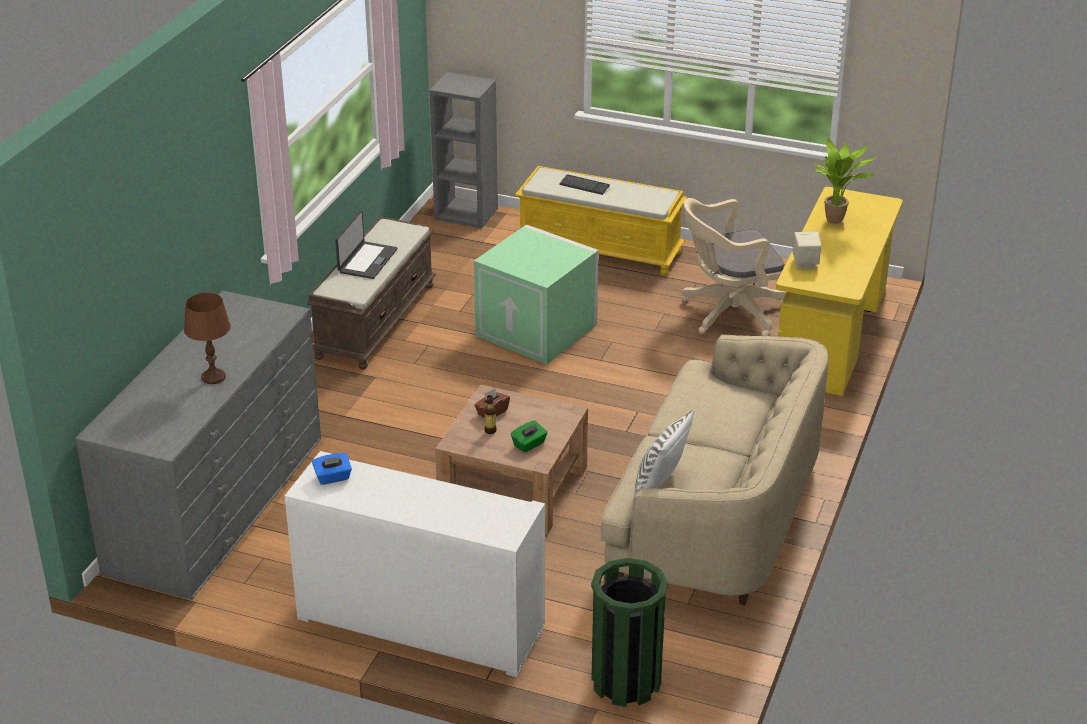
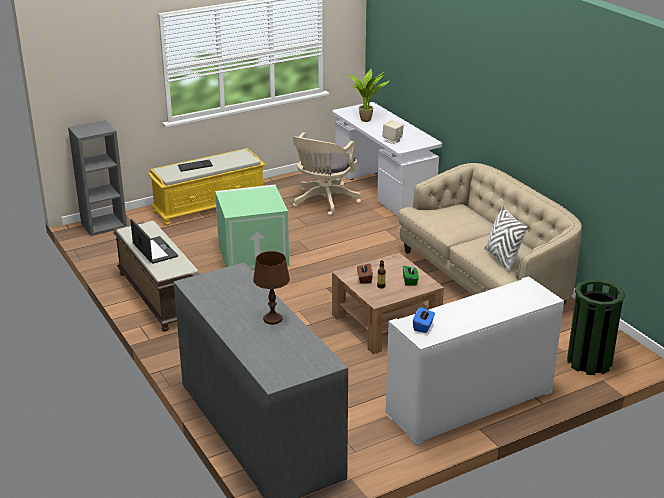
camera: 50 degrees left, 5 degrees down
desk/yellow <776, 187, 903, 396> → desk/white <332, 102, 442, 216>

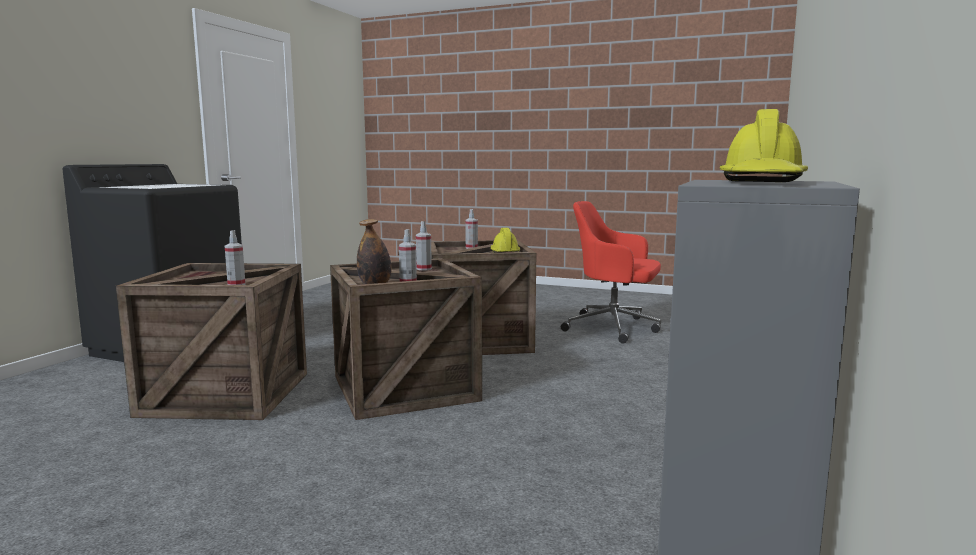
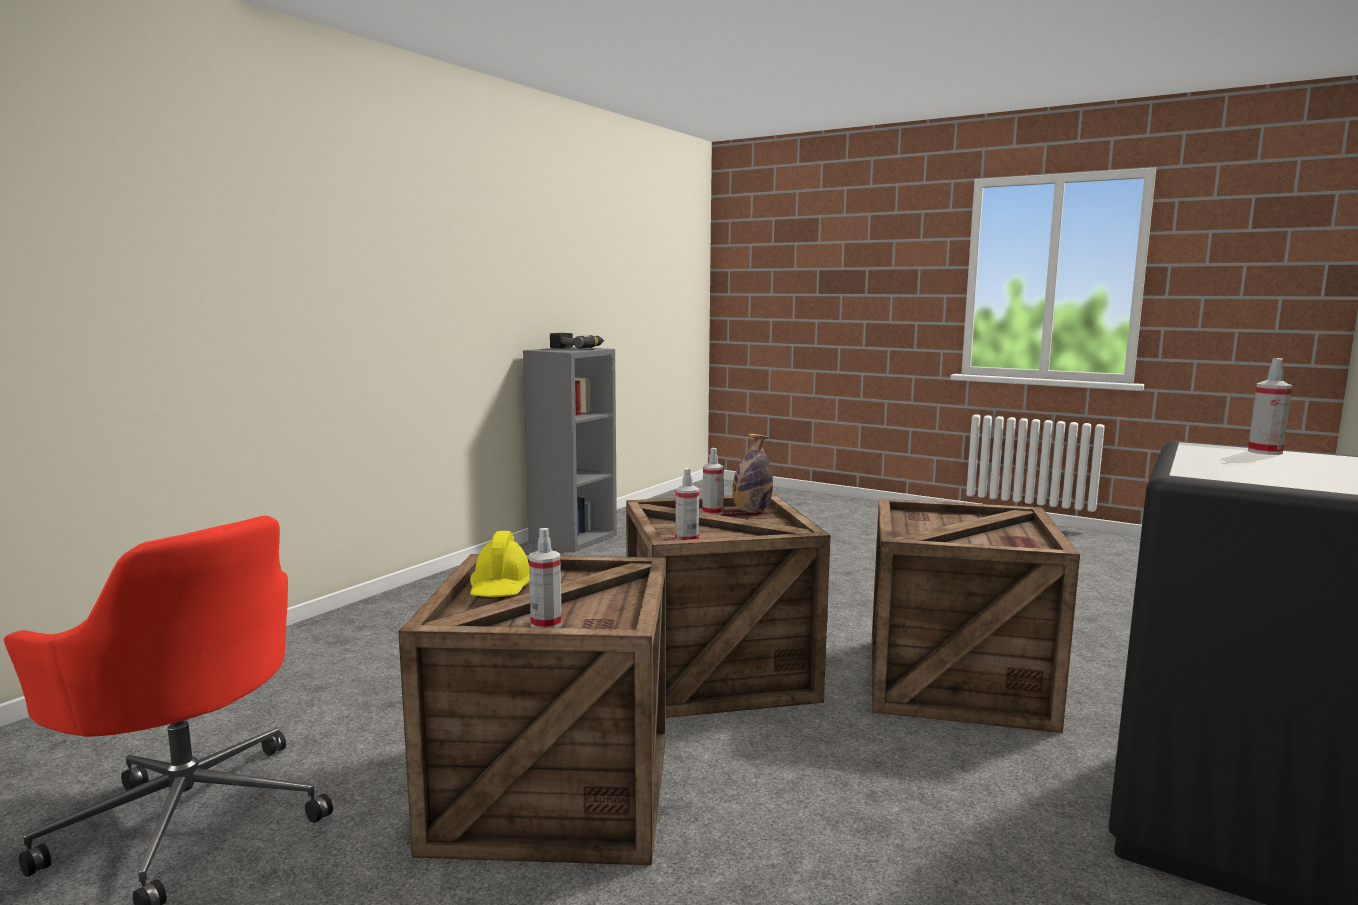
camera: 170 degrees left, 0 degrees up
hard hat/yellow <720, 109, 808, 182> → power drill <550, 333, 604, 349>
spray bottle <225, 230, 246, 285> → spray bottle <1248, 358, 1292, 455>, relocated

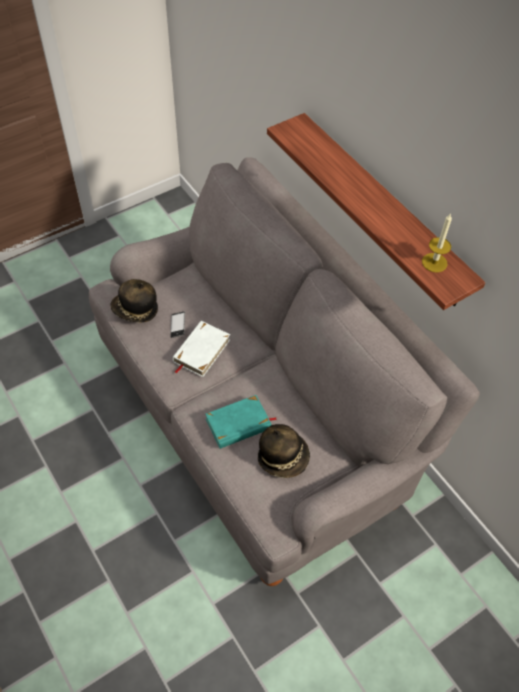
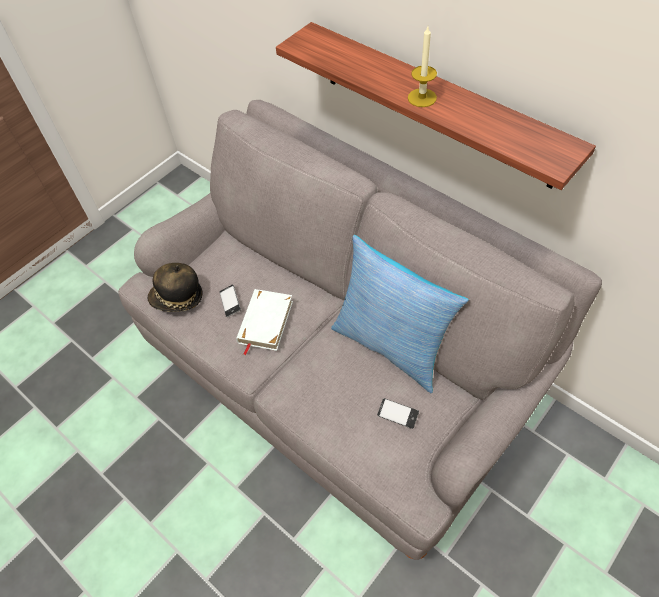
camera: 10 degrees left, 0 degrees up
- → pillow <331, 235, 469, 393>
hat <258, 424, 310, 478> → phone <377, 398, 419, 429>
candle <422, 213, 452, 273> → candle <408, 27, 437, 107>, relocated
book/turquoise <206, 395, 277, 449> → -

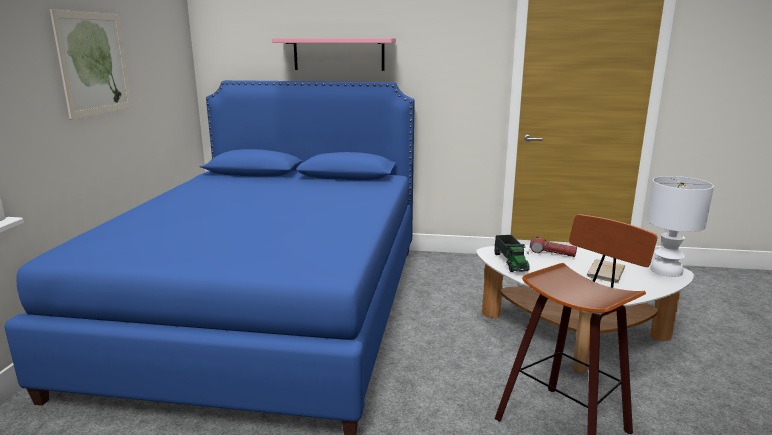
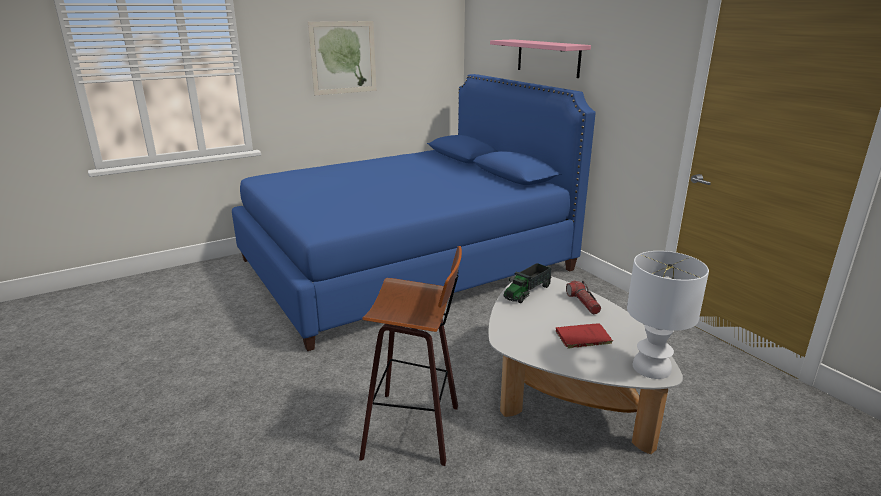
camera: 50 degrees right, 5 degrees up
book/beige <587, 259, 625, 283> → book/red <556, 323, 613, 349>

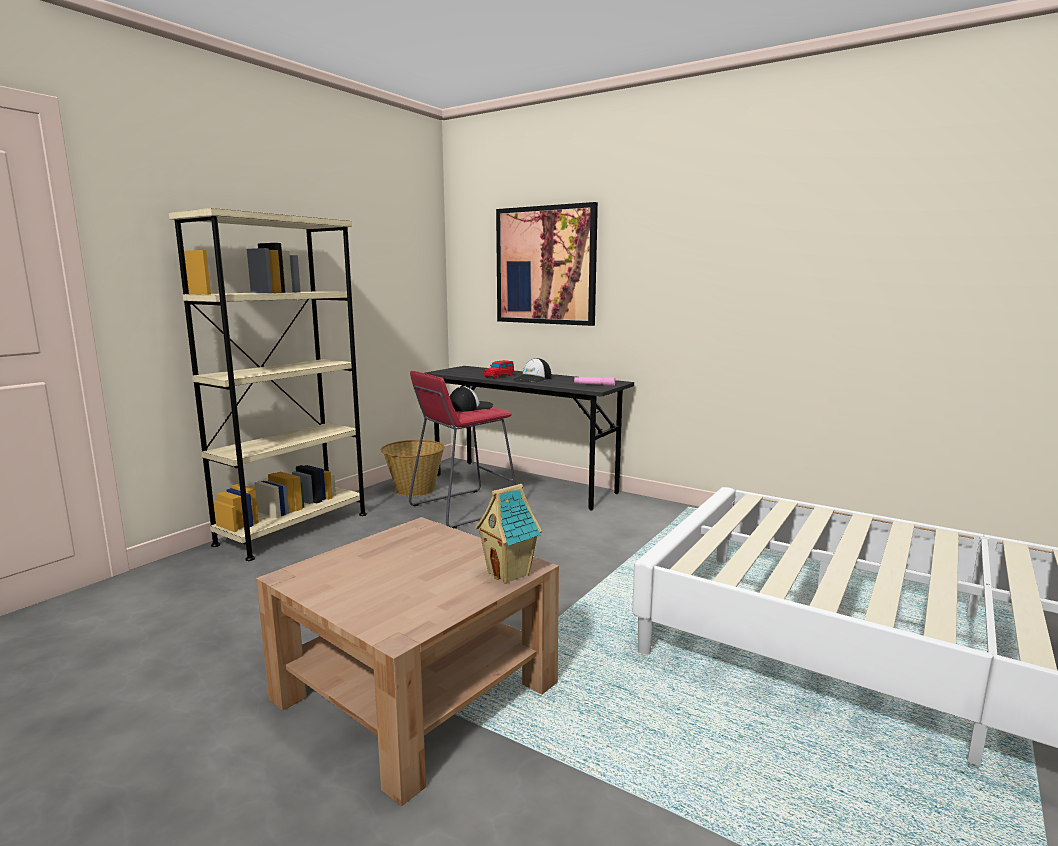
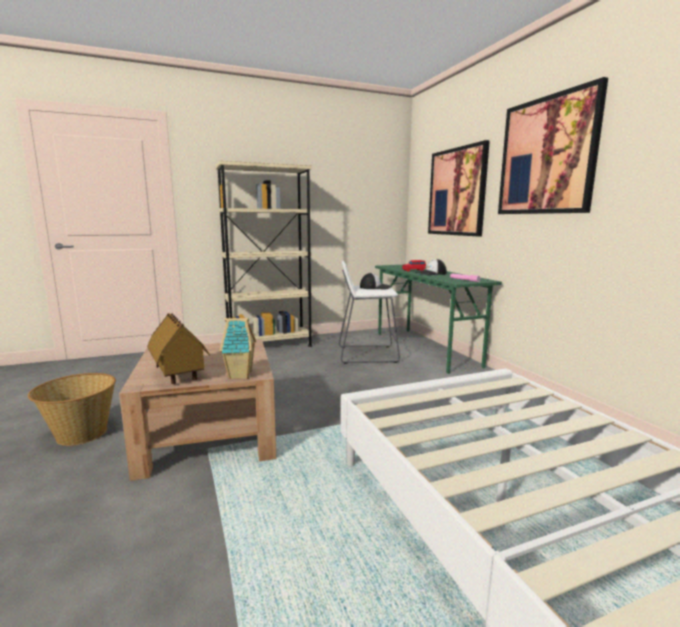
camera: 35 degrees right, 0 degrees up
basket <381, 440, 445, 497> → basket <28, 373, 116, 446>, relocated
- → toy house <147, 313, 210, 384>
stool/red <409, 371, 516, 529> → stool/white <339, 260, 400, 364>
desk/grey <425, 366, 634, 510> → desk/green <375, 265, 502, 374>
- → picture <498, 77, 608, 214>

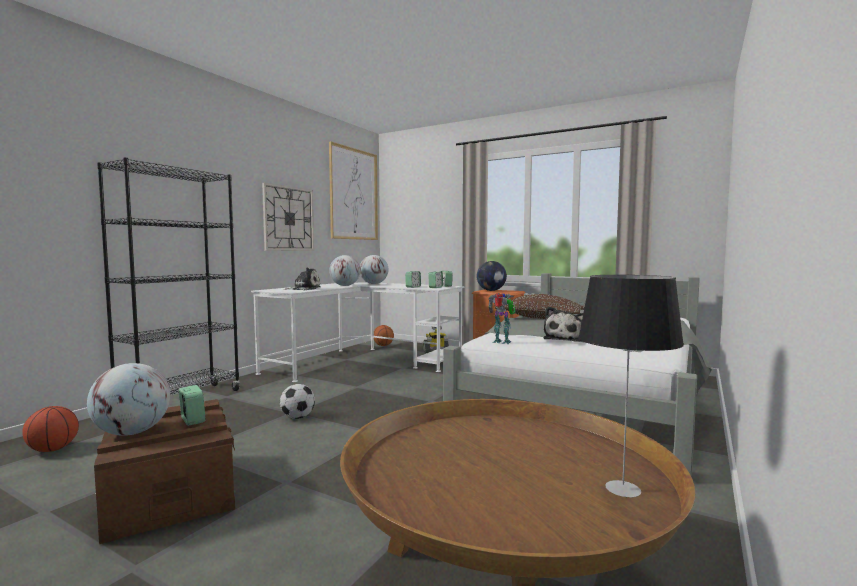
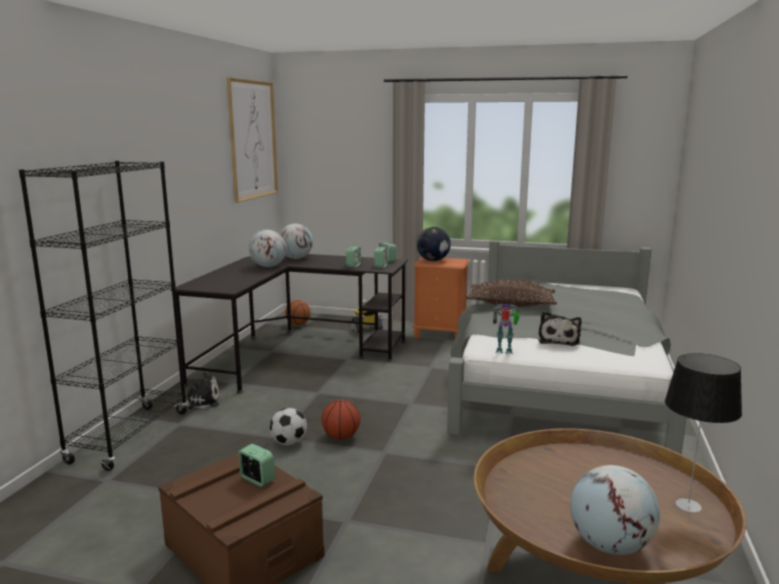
camera: 15 degrees left, 10 degrees up
desk/white <251, 282, 465, 382> → desk/black <171, 254, 408, 394>
plush toy <284, 267, 321, 290> → plush toy <173, 372, 219, 409>, relocated
basketball <22, 406, 79, 452> → basketball <321, 400, 361, 440>, relocated
globe <87, 363, 170, 436> → globe <570, 465, 660, 555>, relocated
wall clock <262, 183, 314, 251> → -

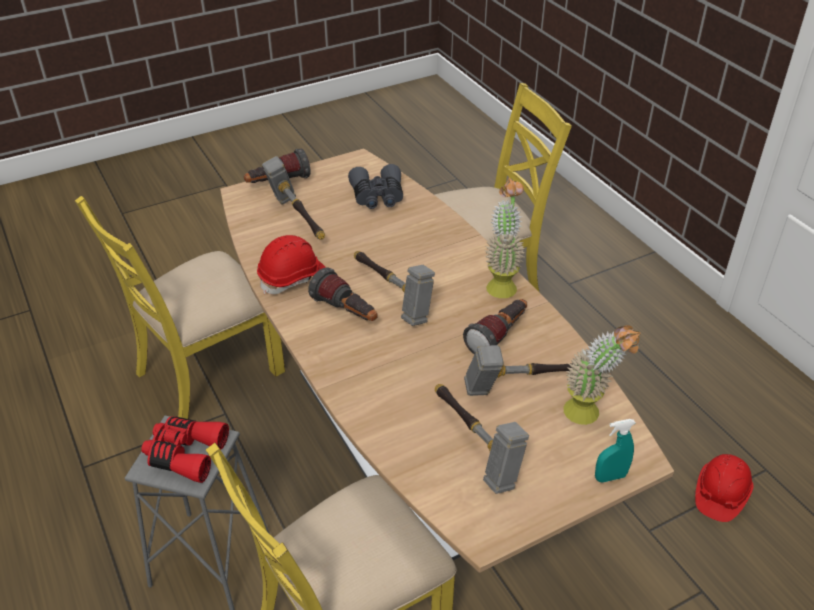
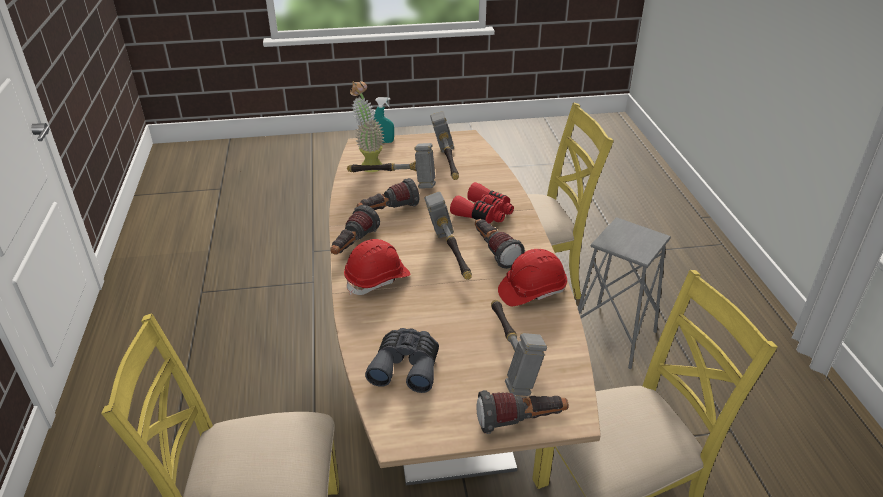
camera: 160 degrees left, 5 degrees down
potted plant <485, 178, 525, 298> → flashlight <330, 205, 380, 255>
hard hat/red <695, 454, 753, 522> → hard hat/red <344, 239, 410, 295>, relocated
binoculars/red <141, 416, 229, 483> → binoculars/red <450, 182, 514, 224>, relocated

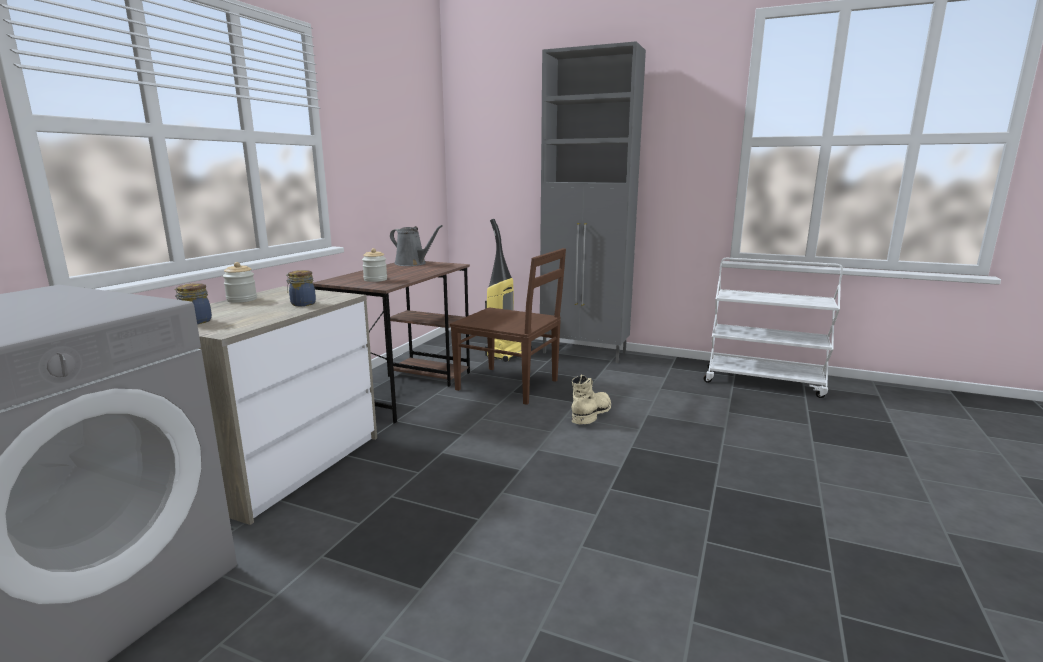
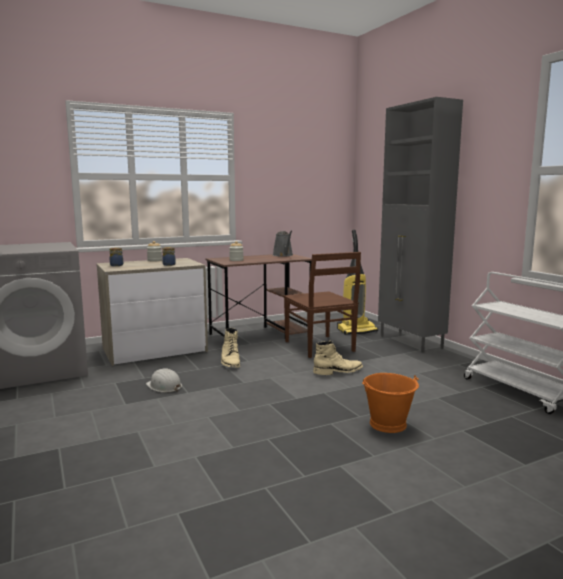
camera: 40 degrees right, 5 degrees down
- → hard hat/white <146, 368, 182, 393>
- → boot/beige <221, 328, 240, 368>
- → bucket/orange <362, 373, 419, 433>

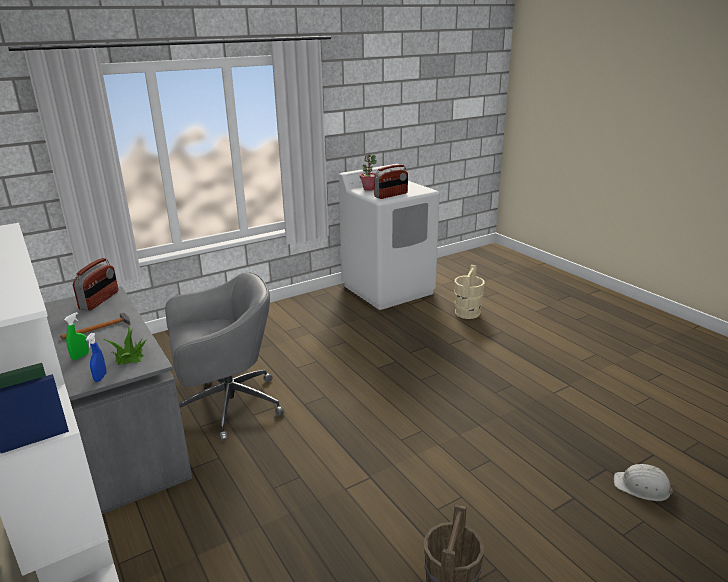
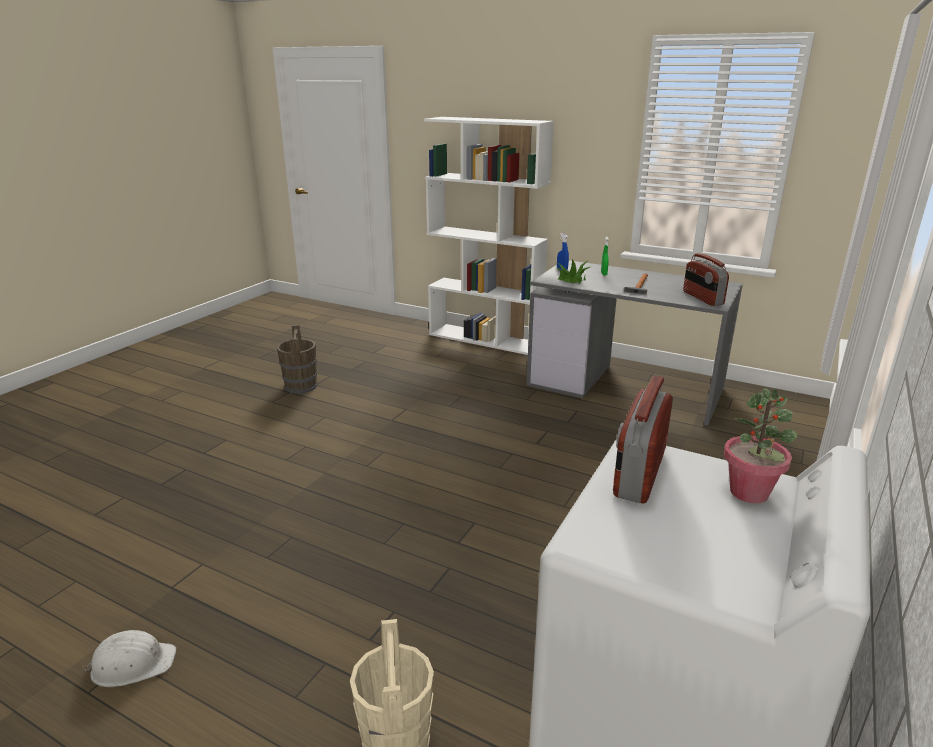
camera: 150 degrees right, 0 degrees up
hard hat/white <614, 464, 676, 501> → hard hat/white <83, 630, 176, 687>, relocated
office chair/grey <165, 272, 284, 442> → -

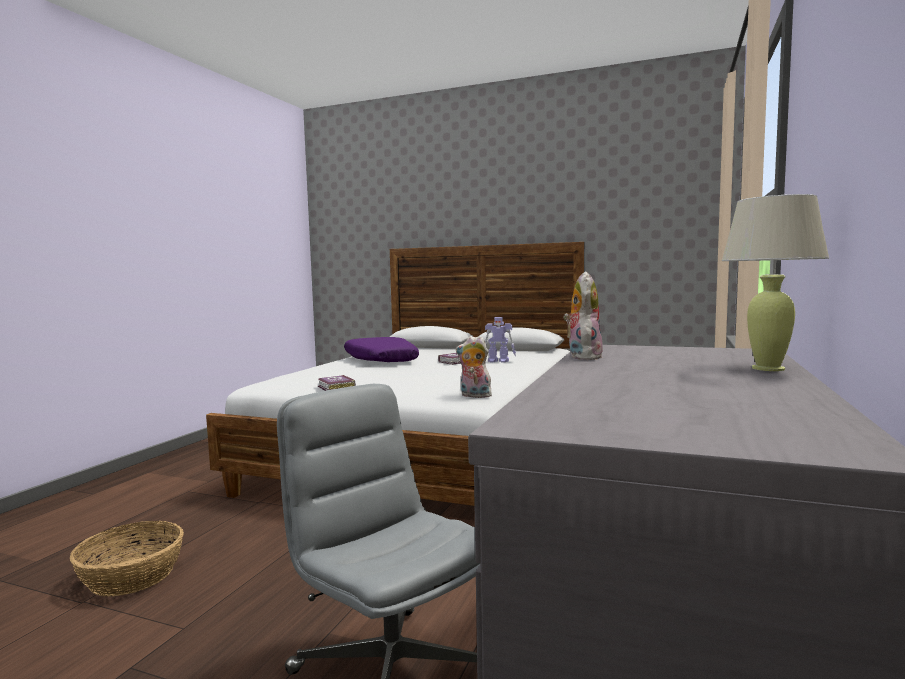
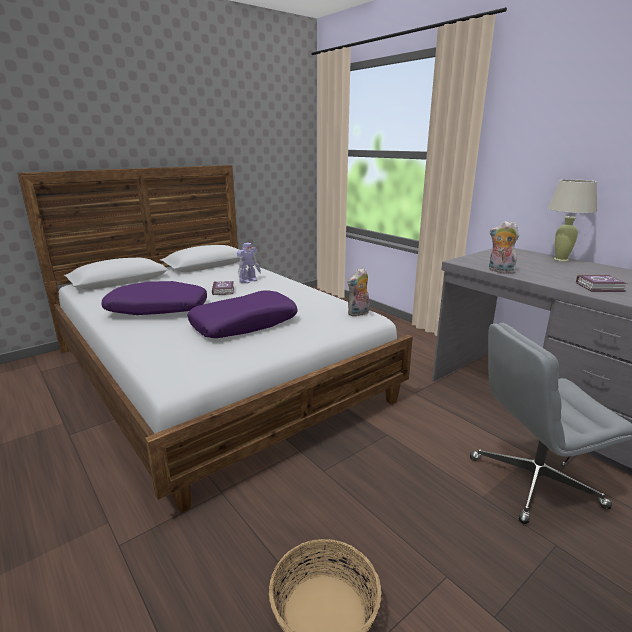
camera: 60 degrees left, 15 degrees up
- → pillow/purple <187, 290, 298, 338>
book <318, 375, 356, 391> → book <576, 275, 627, 292>, relocated

